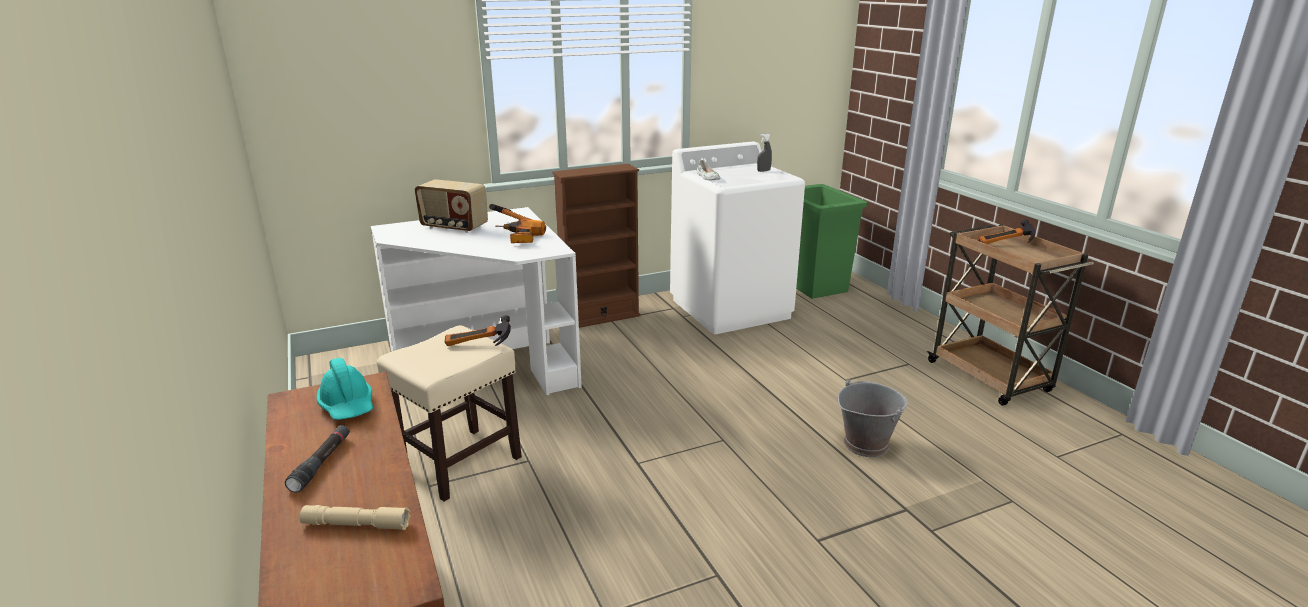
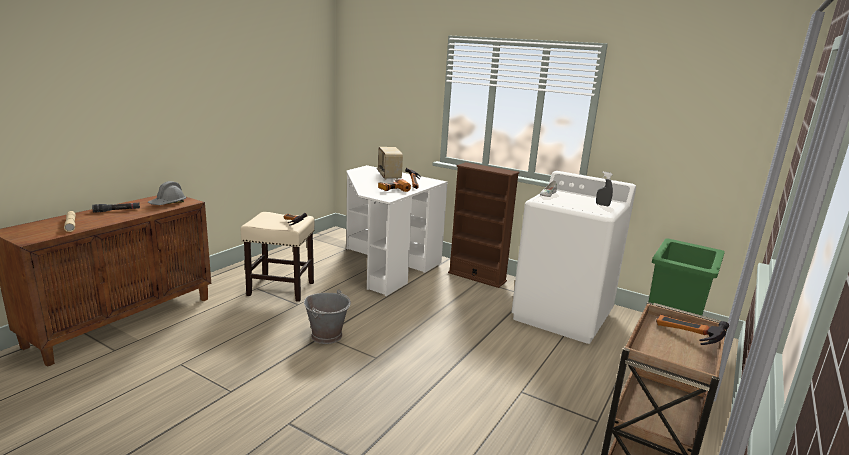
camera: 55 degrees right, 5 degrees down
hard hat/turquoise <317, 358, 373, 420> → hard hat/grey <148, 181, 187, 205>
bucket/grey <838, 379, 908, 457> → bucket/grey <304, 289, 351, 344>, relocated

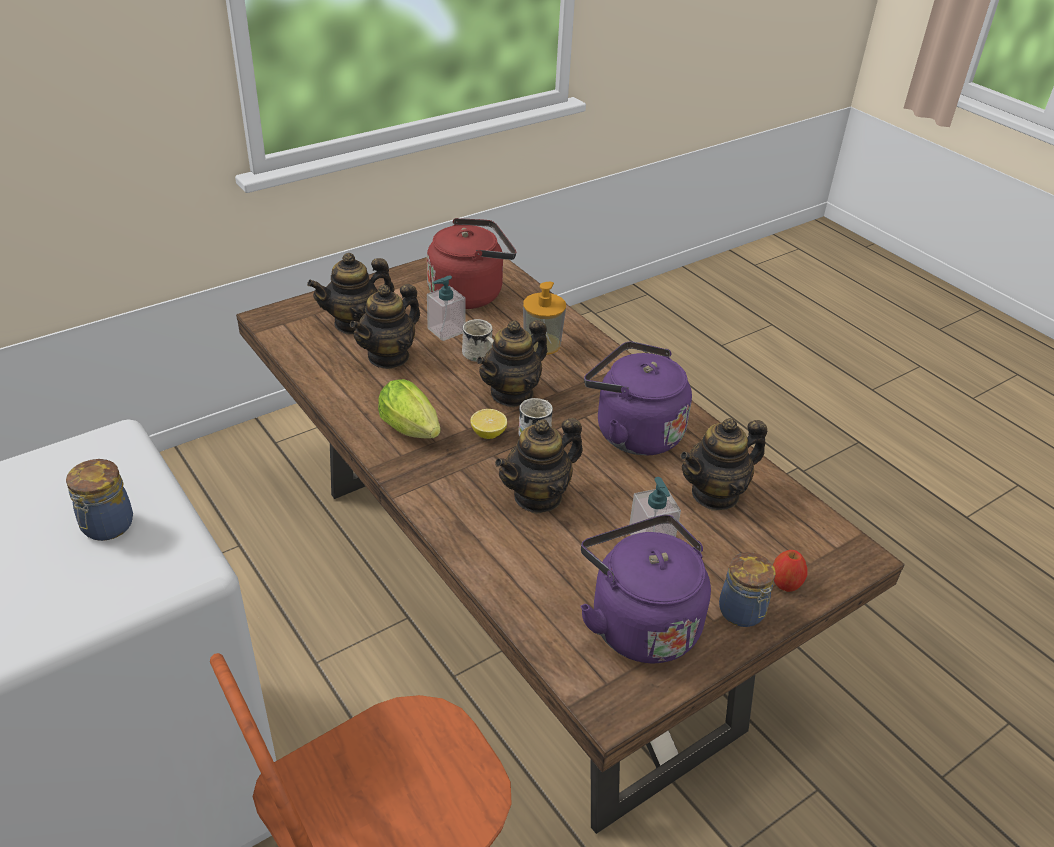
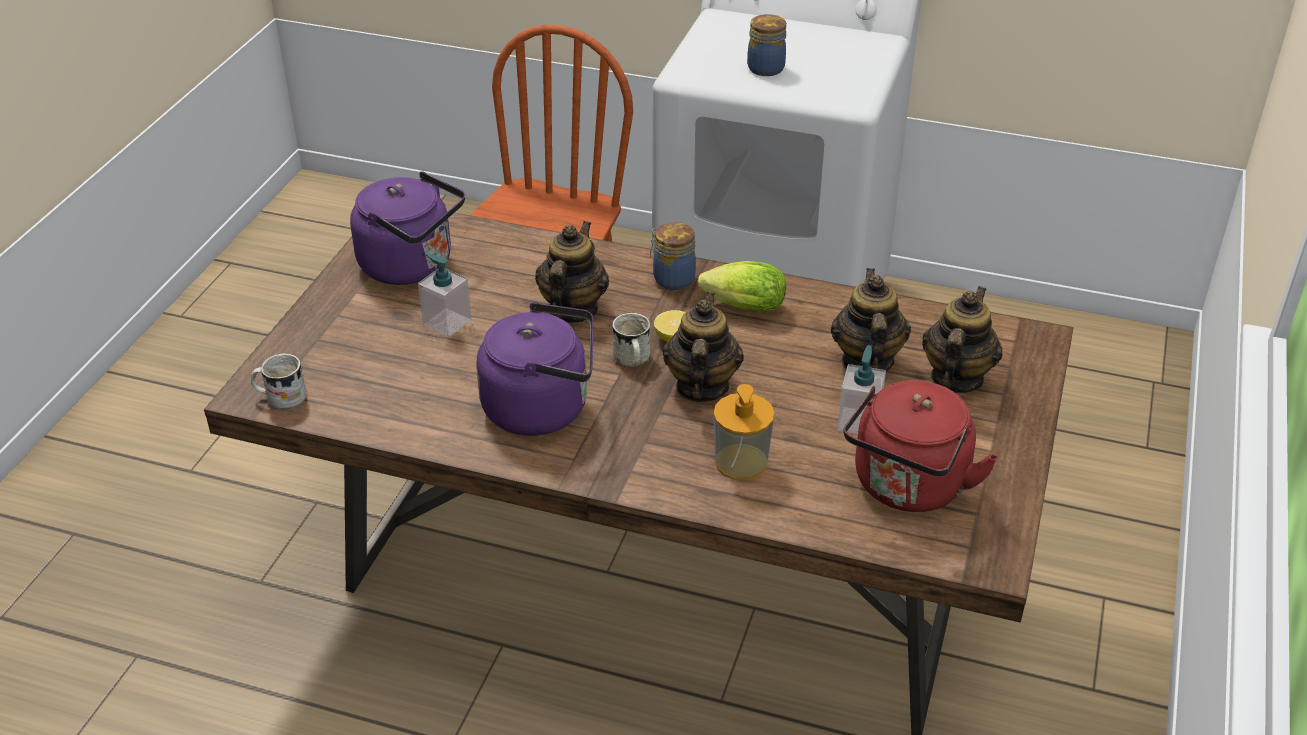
camera: 145 degrees right, 0 degrees up
mug/white <462, 319, 494, 362> → mug/white <251, 354, 307, 409>, relocated
jar <719, 552, 776, 627> → jar <650, 222, 696, 290>, relocated
teapot <680, 418, 767, 511> → -
apple <773, 550, 807, 592> → -

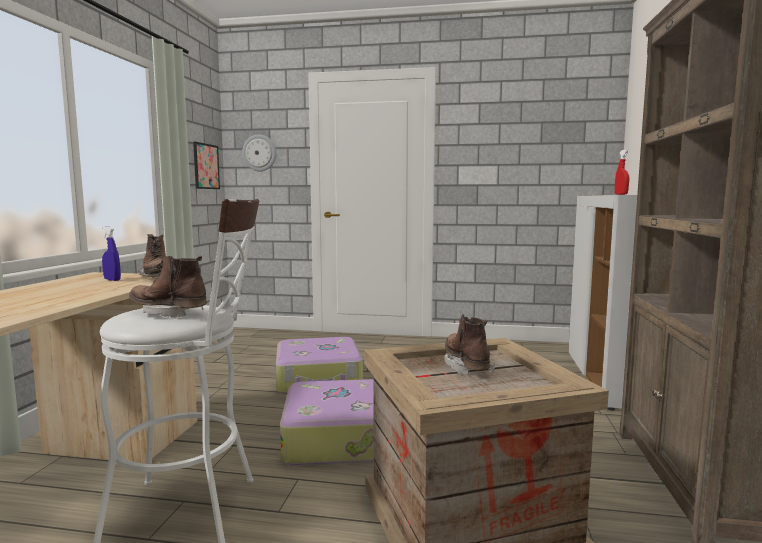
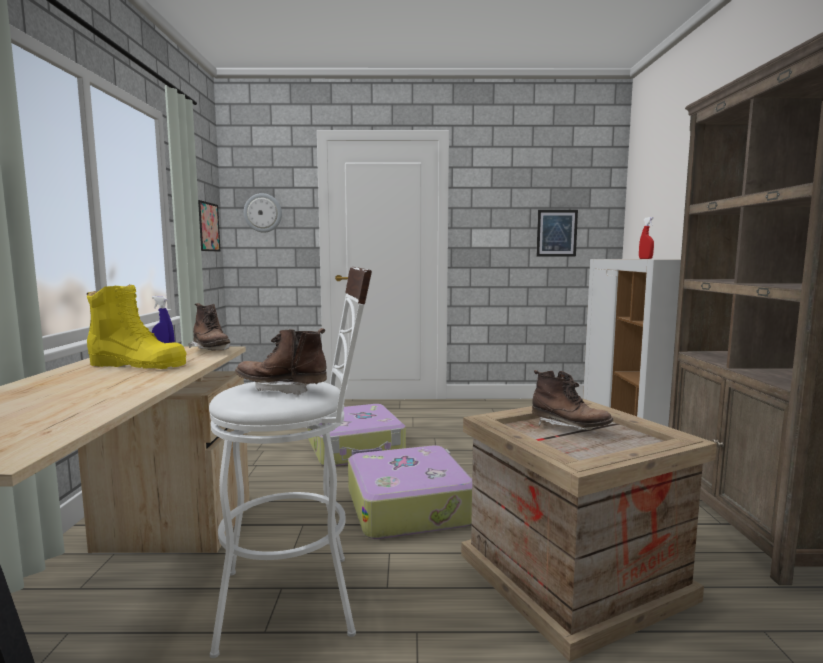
camera: 10 degrees left, 0 degrees up
- → boot/yellow <87, 284, 187, 369>
boot/brown <445, 314, 495, 375> → boot/brown <532, 370, 614, 431>, 150 degrees clockwise
- → picture <536, 210, 578, 256>

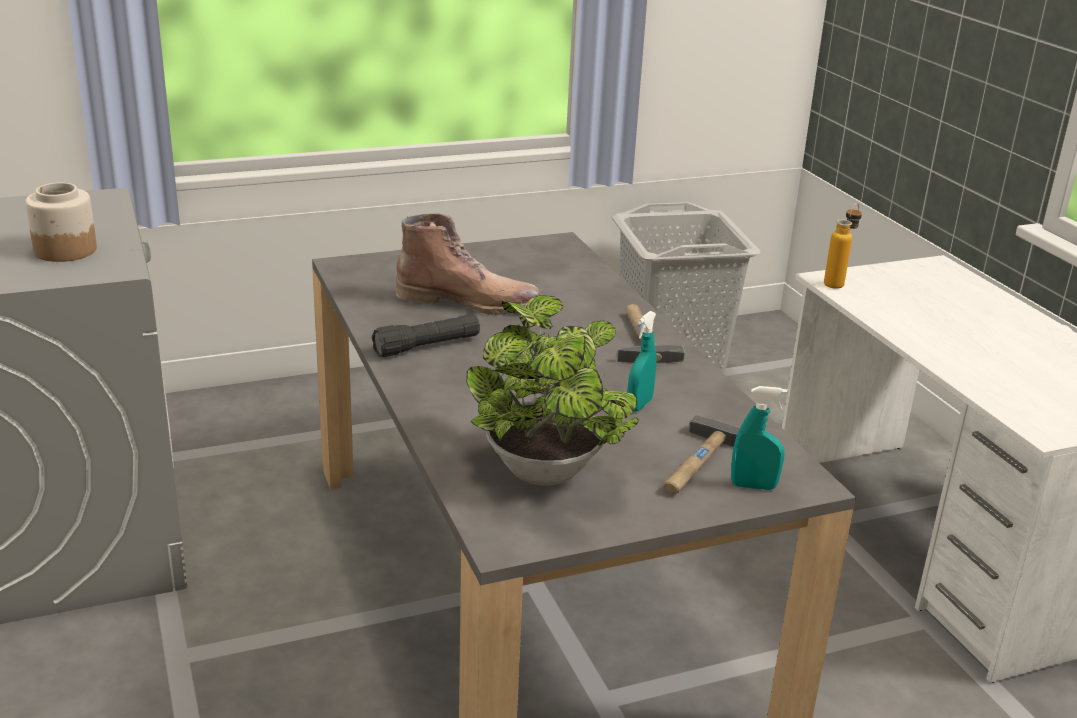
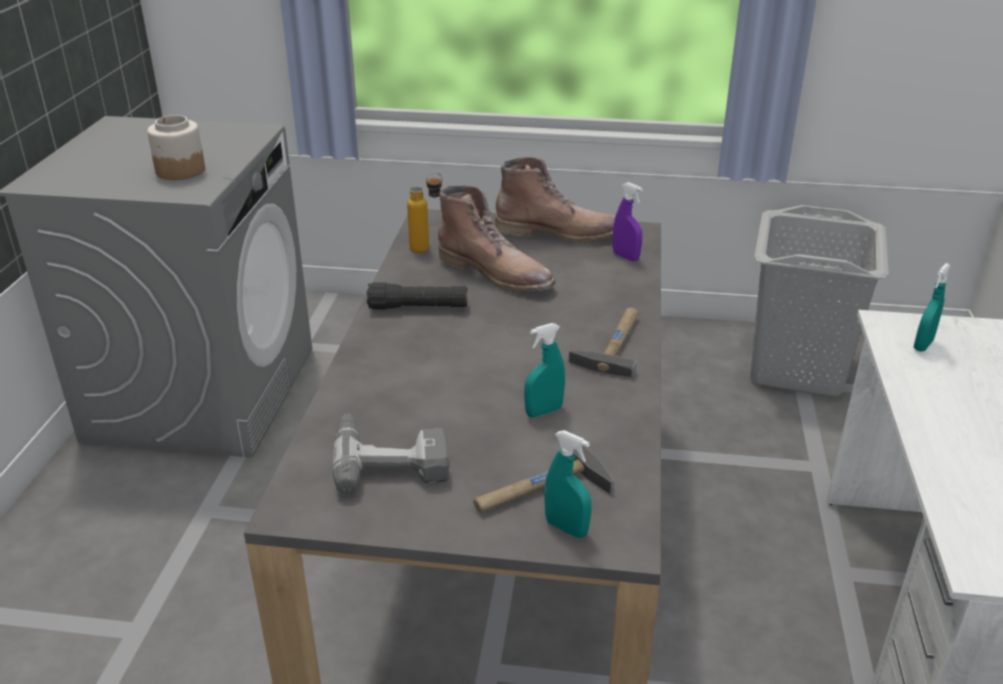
camera: 30 degrees right, 5 degrees up
potted plant <466, 295, 639, 485> → power drill <333, 413, 449, 493>
bottle <824, 203, 862, 289> → bottle <407, 172, 442, 253>, relocated
- → boot/brown <495, 157, 615, 244>
- → spray bottle/purple <613, 182, 643, 261>
- → spray bottle/turquoise <914, 263, 950, 352>

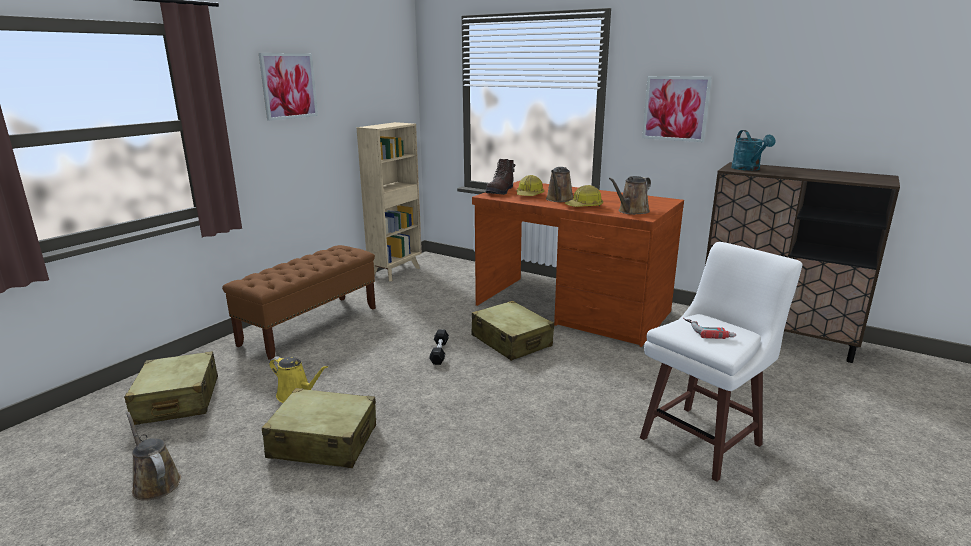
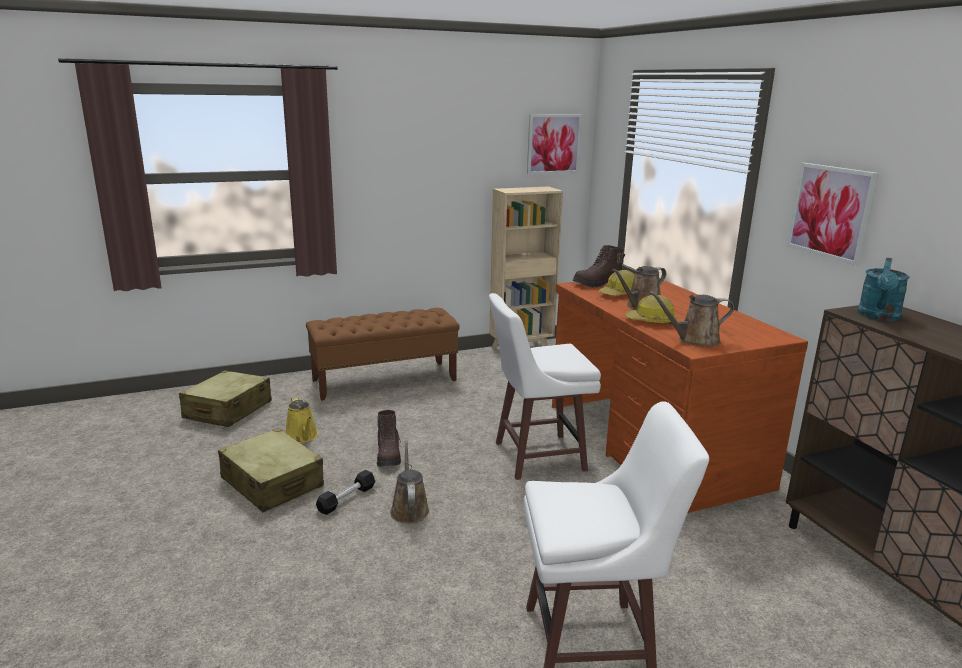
camera: 35 degrees right, 0 degrees up
dumbbell/black <429, 330, 449, 365> → dumbbell/black <316, 470, 375, 515>, relocated
- → boot/brown <377, 410, 401, 467>
watering can/brown <126, 412, 181, 501> → watering can/brown <390, 440, 430, 524>, relocated
suitcase/beige <471, 301, 554, 361> → stool/white <489, 293, 601, 480>
picture <259, 53, 318, 121> → picture <527, 114, 582, 174>, relocated
power drill <683, 318, 737, 339> → -

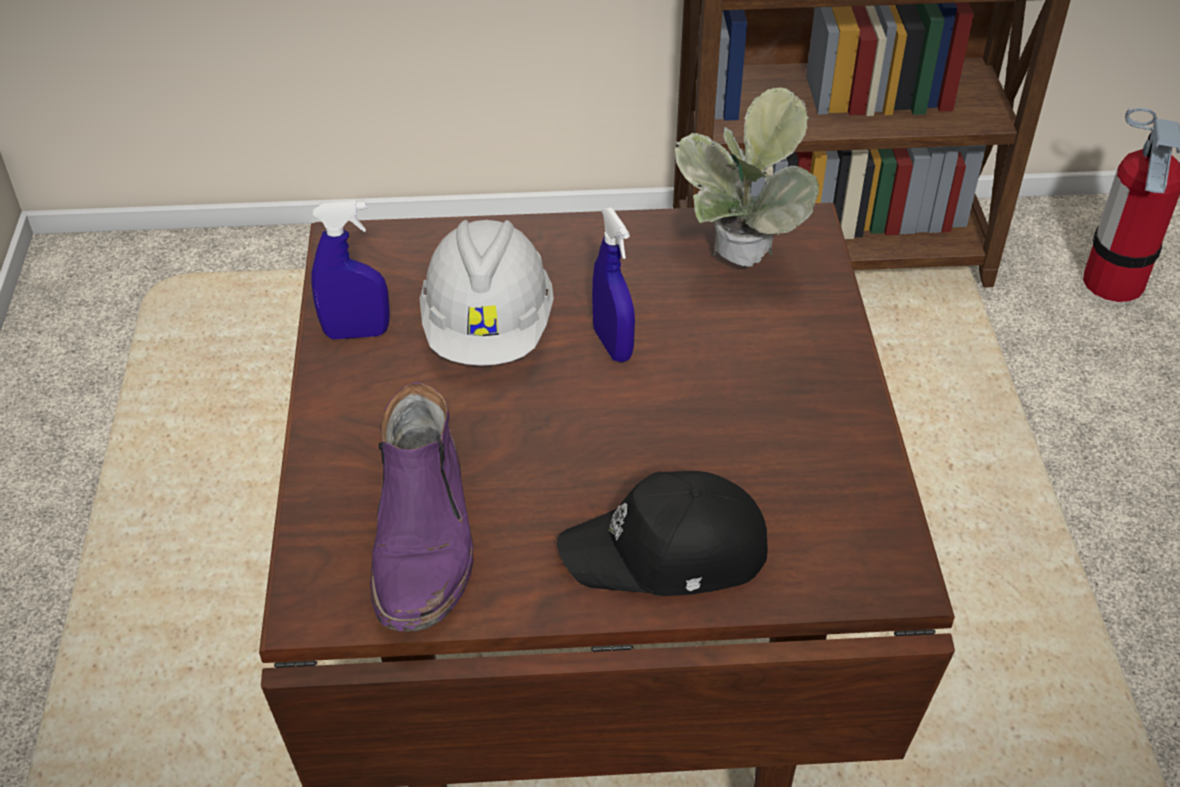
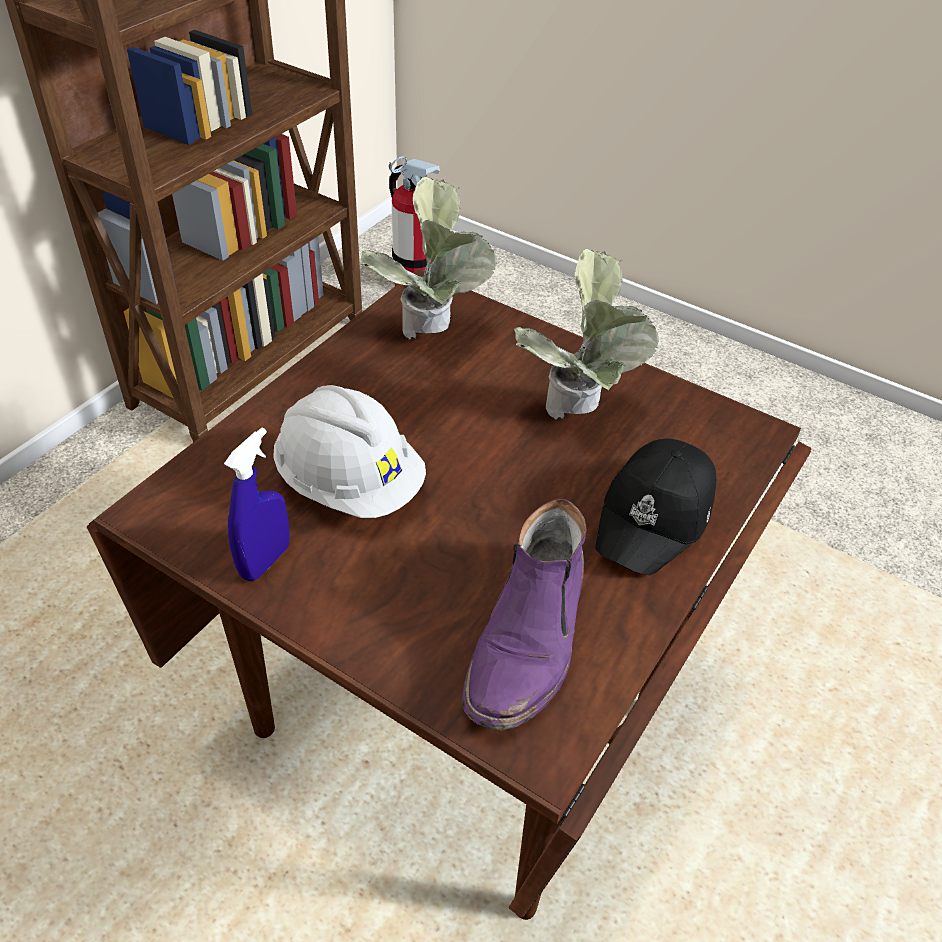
camera: 55 degrees left, 0 degrees up
boot/purple <370, 382, 473, 631> → boot/purple <462, 499, 586, 730>, 75 degrees clockwise
- → potted plant <514, 249, 659, 420>
spray bottle/blue <592, 207, 635, 362> → -

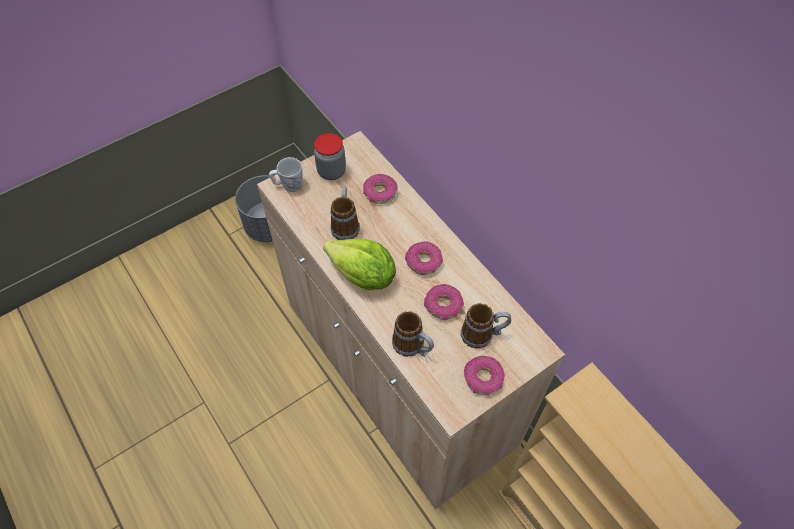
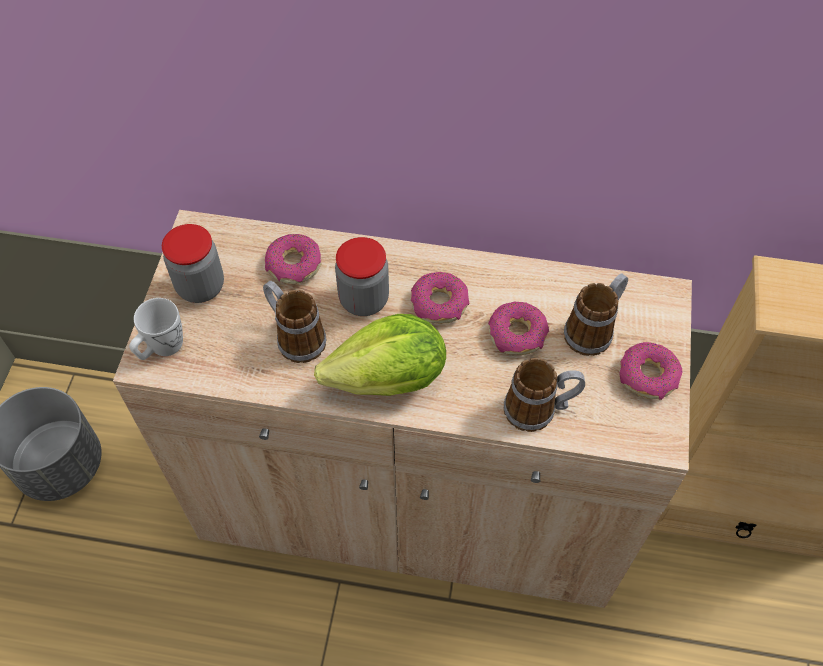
camera: 45 degrees left, 0 degrees up
- → jar <335, 237, 389, 316>

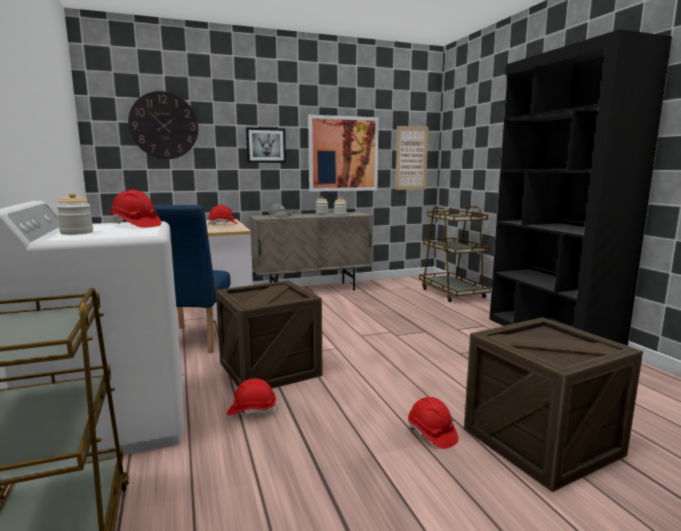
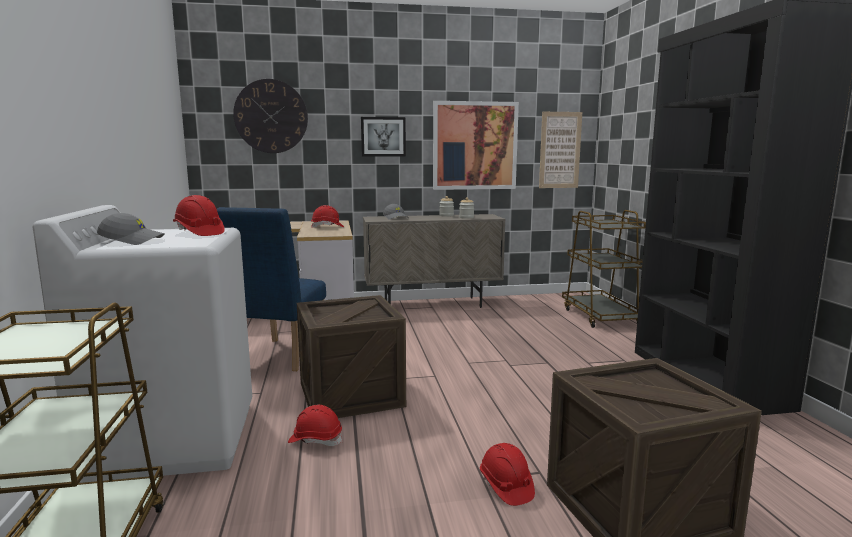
camera: 10 degrees right, 0 degrees up
jar <56, 192, 93, 235> → cap/grey <97, 213, 165, 245>

